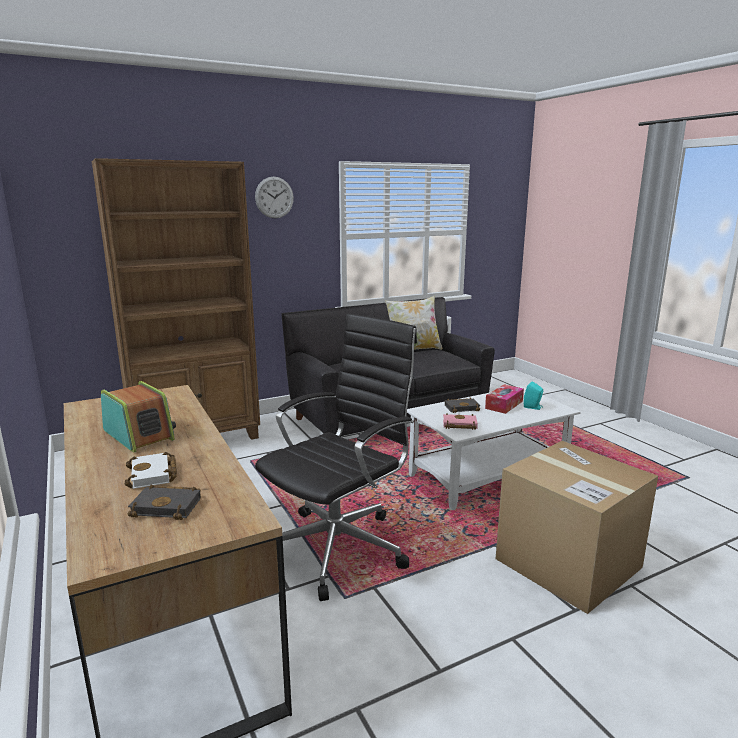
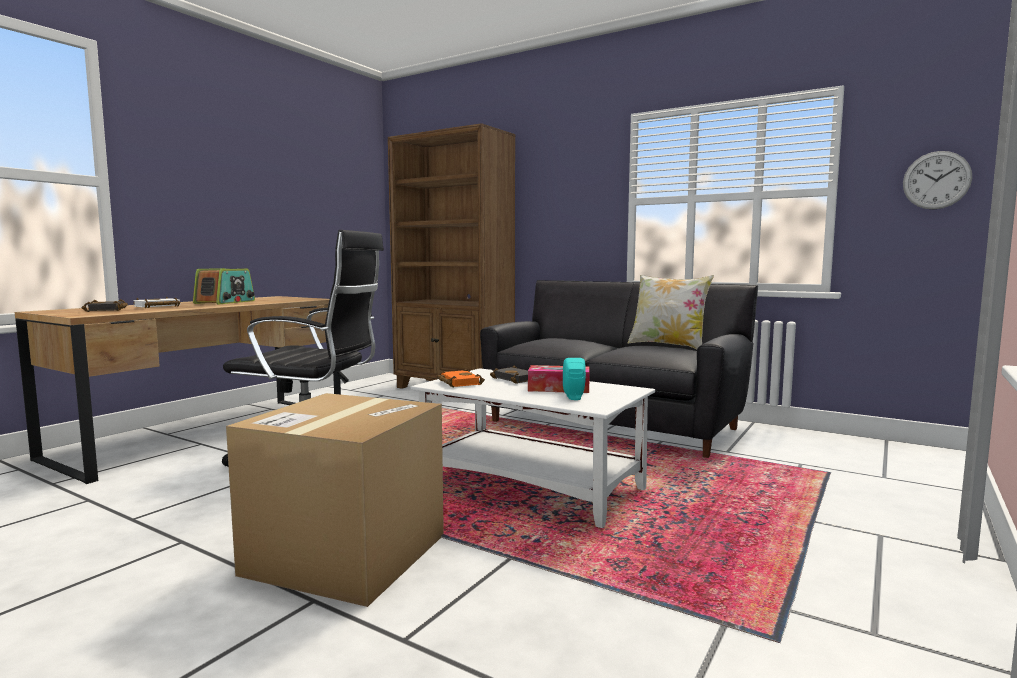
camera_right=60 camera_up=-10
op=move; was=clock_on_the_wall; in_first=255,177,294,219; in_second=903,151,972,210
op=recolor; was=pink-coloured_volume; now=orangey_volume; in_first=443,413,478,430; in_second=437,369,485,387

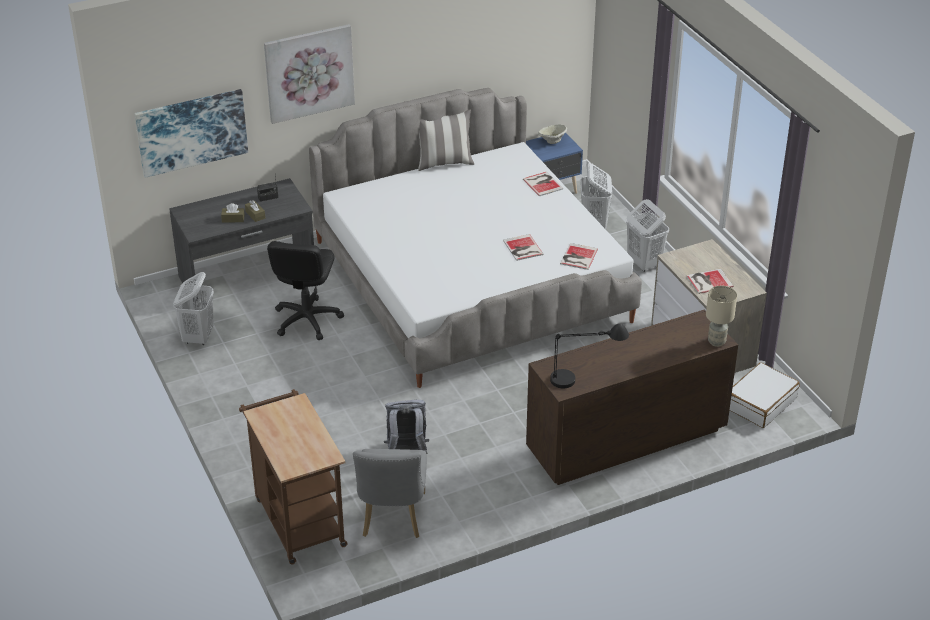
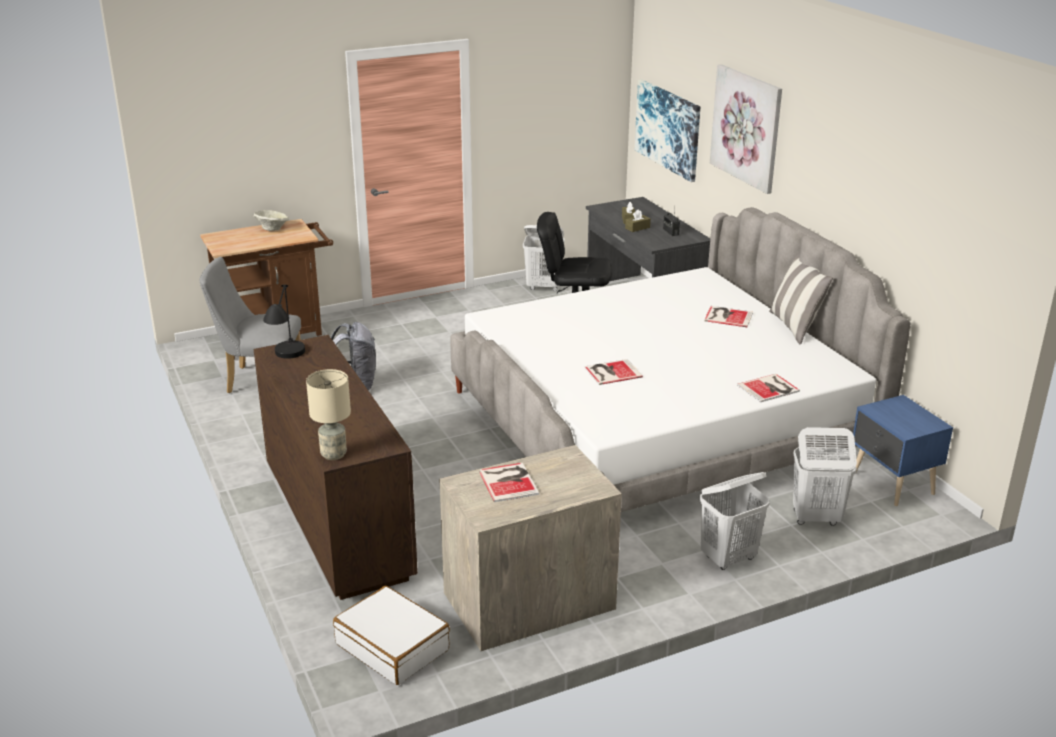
camera_right=90 camera_up=-10
op=move; was=sand-coloured_deep_dish; in_first=538,124,567,144; in_second=253,210,289,231
op=move; was=volume; in_first=560,243,598,270; in_second=704,306,753,327

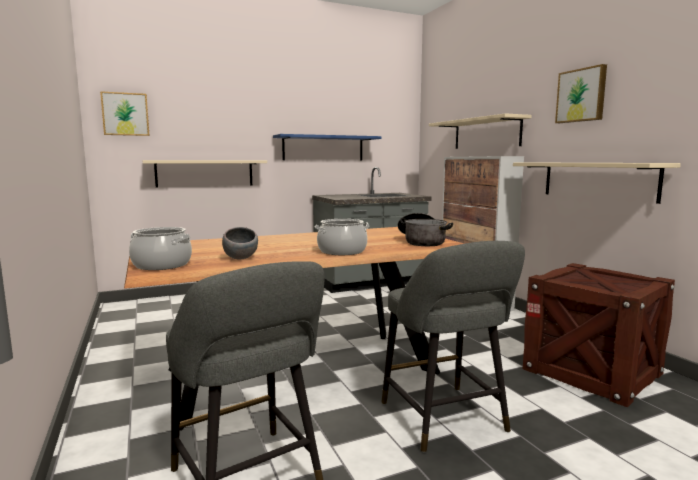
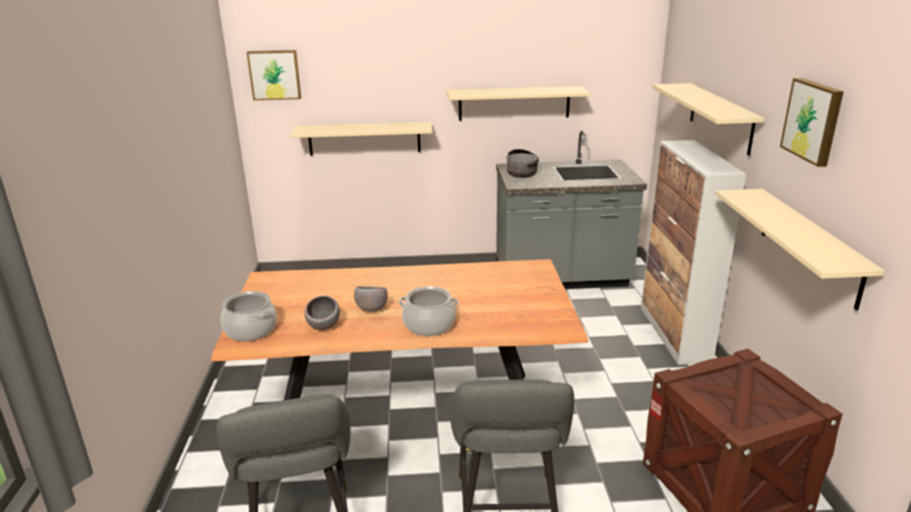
camera_right=20 camera_up=15
op=insert; now=grey_deep_dish; in_second=354,286,388,312
op=move; was=saucepot; in_first=398,213,453,246; in_second=506,149,539,178
op=recolor; was=bluish_bracket_shelf; now=sand-coloured_bracket_shelf; in_first=273,134,381,160; in_second=447,86,590,121

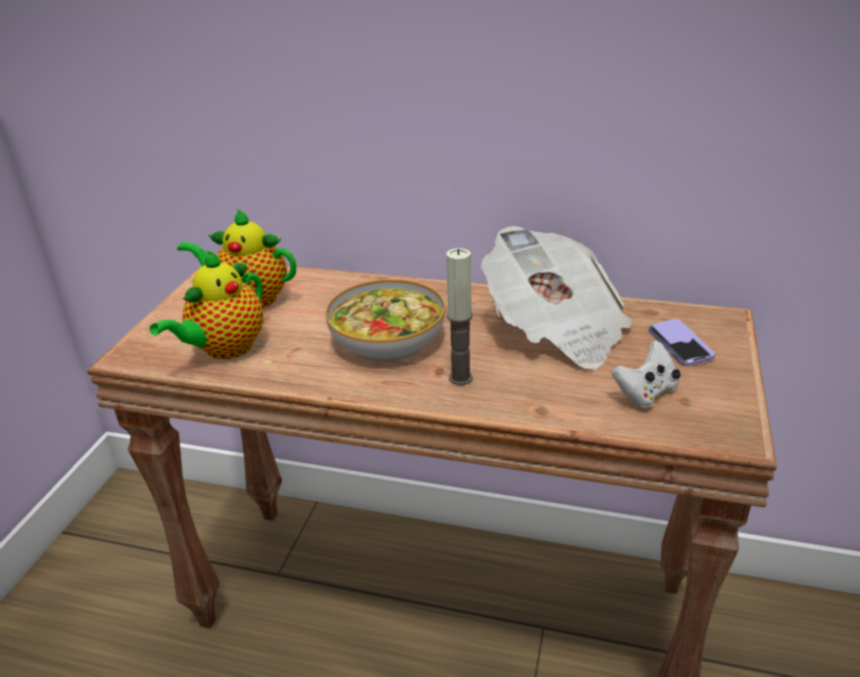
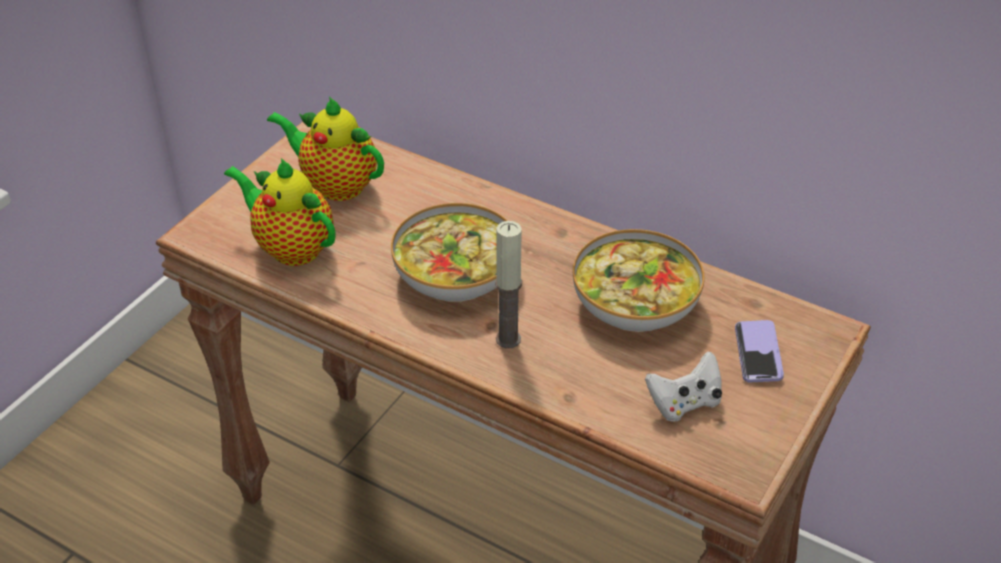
camera_right=15 camera_up=10
op=replace; was=newspaper; now=deep_dish; in_first=481,226,632,370; in_second=573,229,705,332
op=rotate; was=pot_for_tea; in_first=149,251,263,359; in_second=224,158,335,266; clockwise=75

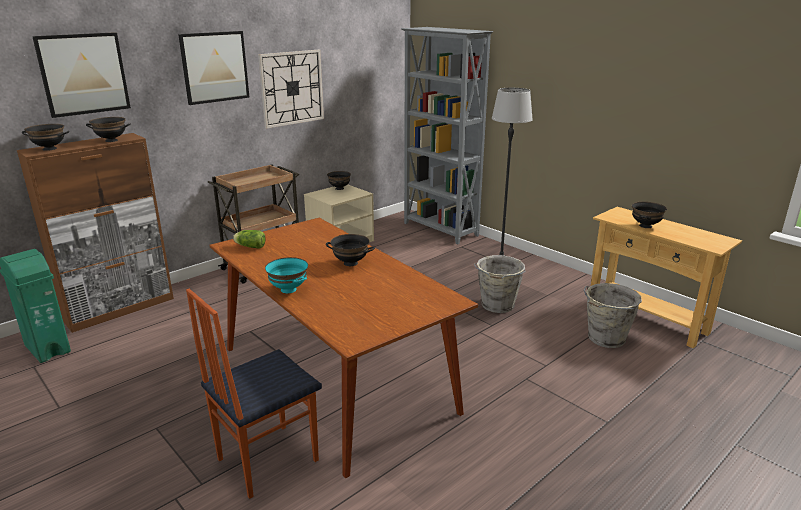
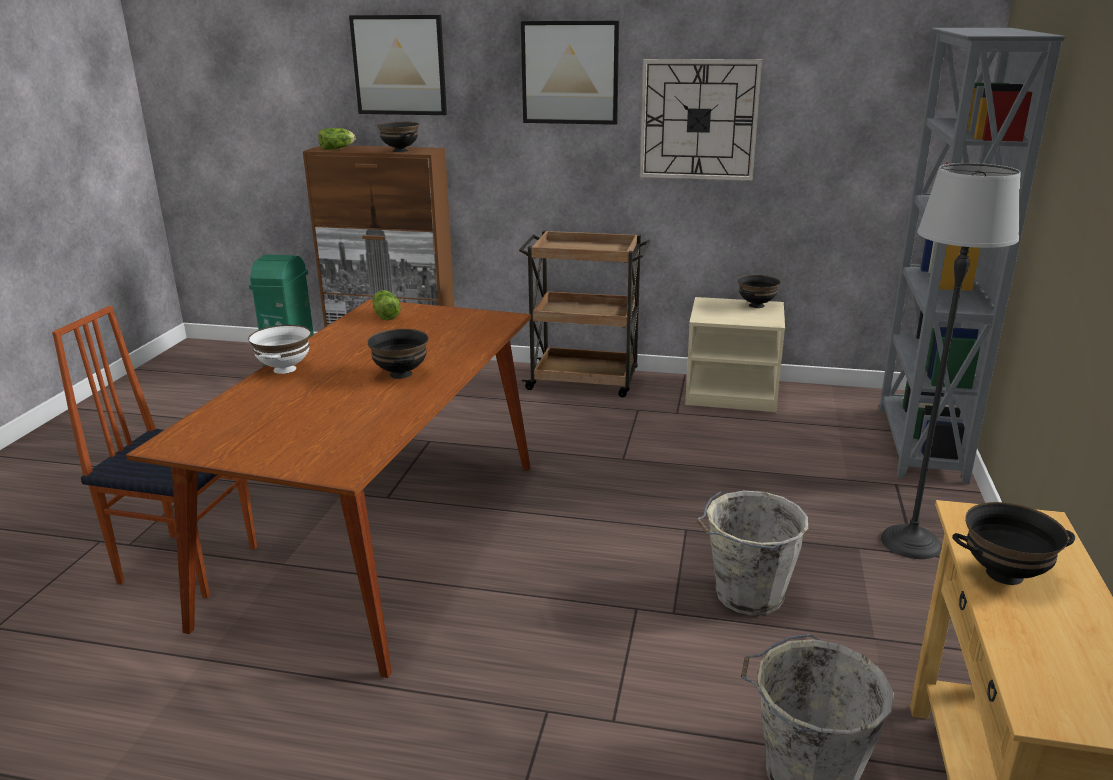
camera_right=55 camera_up=0
op=replace; was=black-coloured_deep_dish; now=lettuce_head; in_first=22,124,69,151; in_second=318,128,355,150
op=recolor; was=blue-green_deep_dish; now=white_deep_dish; in_first=265,257,308,293; in_second=248,325,311,374

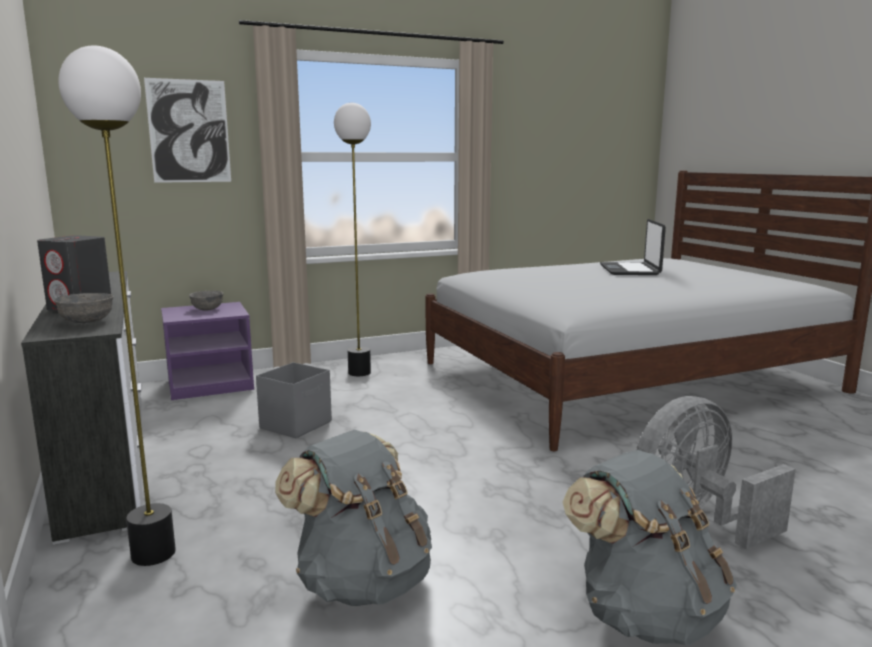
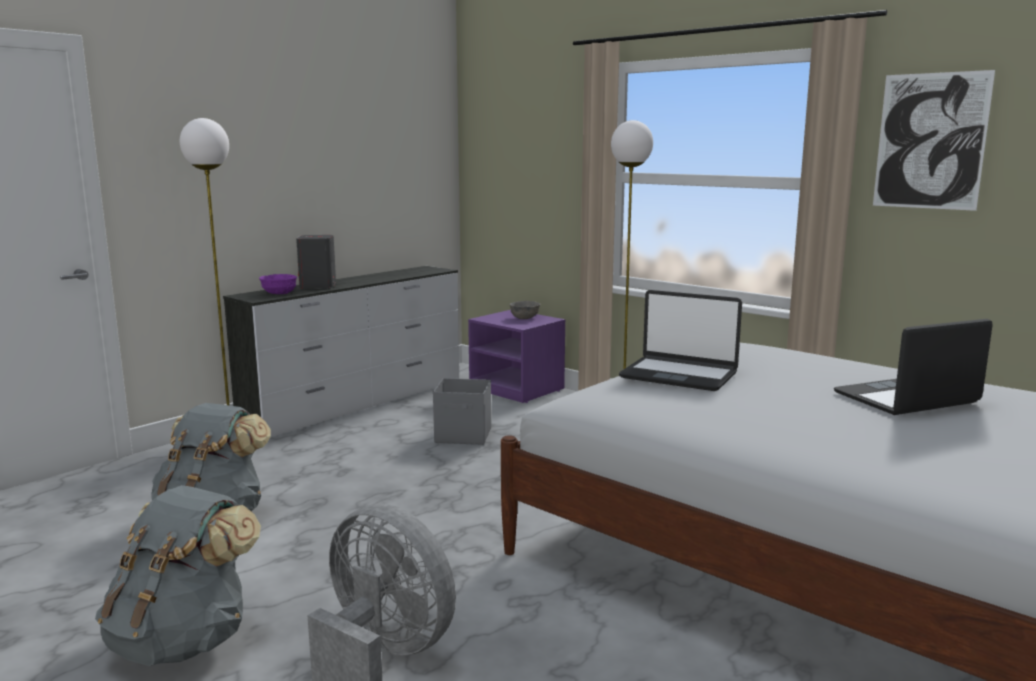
camera_right=65 camera_up=0
op=insert; now=notebook_computer; in_second=619,290,742,391
op=move; was=wall_picture; in_first=144,78,231,183; in_second=873,70,995,211
op=recolor; was=grey_deep_dish; now=purple_deep_dish; in_first=54,293,113,323; in_second=259,274,297,294

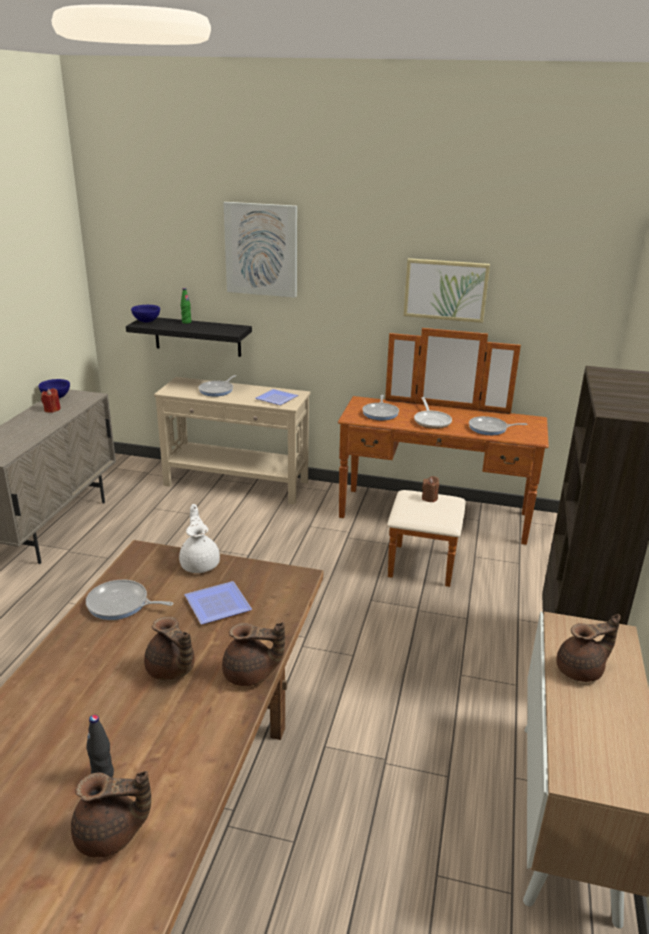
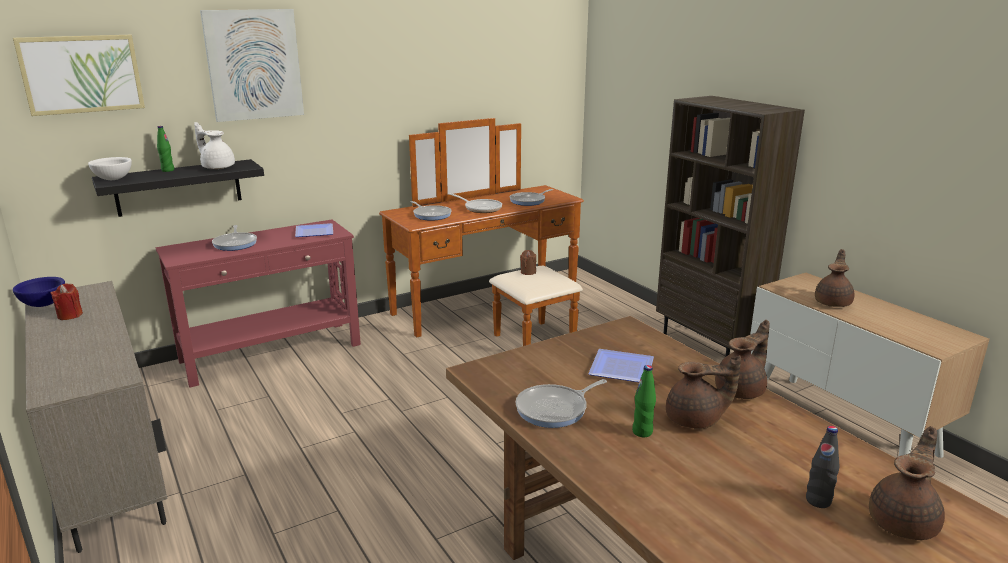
camera_right=-45 camera_up=-5
op=insert; now=green-coloured_beverage_bottle; in_second=632,365,656,437
op=move; was=white_pot_for_tea; in_first=179,504,220,573; in_second=194,122,235,169
op=move; was=wall_picture; in_first=404,258,490,323; in_second=13,35,145,116
op=recolor; was=bluish_deep_dish; now=white_deep_dish; in_first=131,305,160,323; in_second=88,157,132,180
op=recolor; was=sand-coloured_narrow_table; now=red_narrow_table; in_first=154,377,311,505; in_second=156,219,361,388

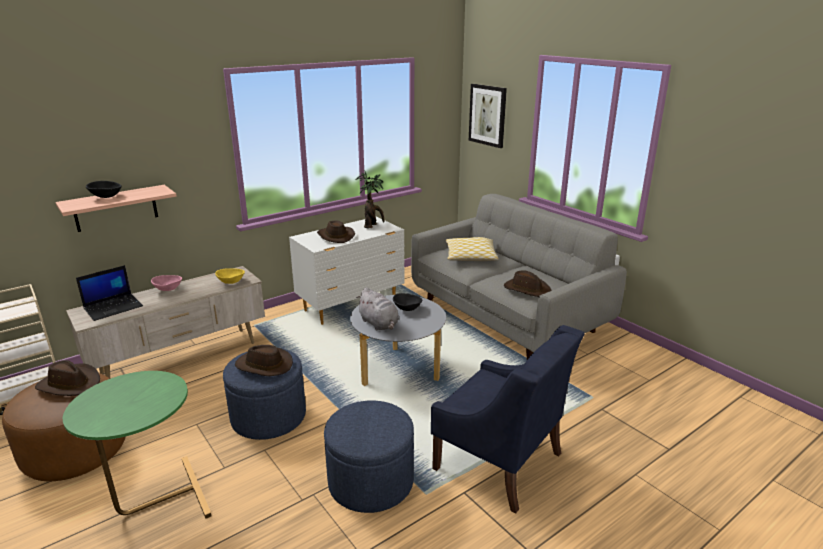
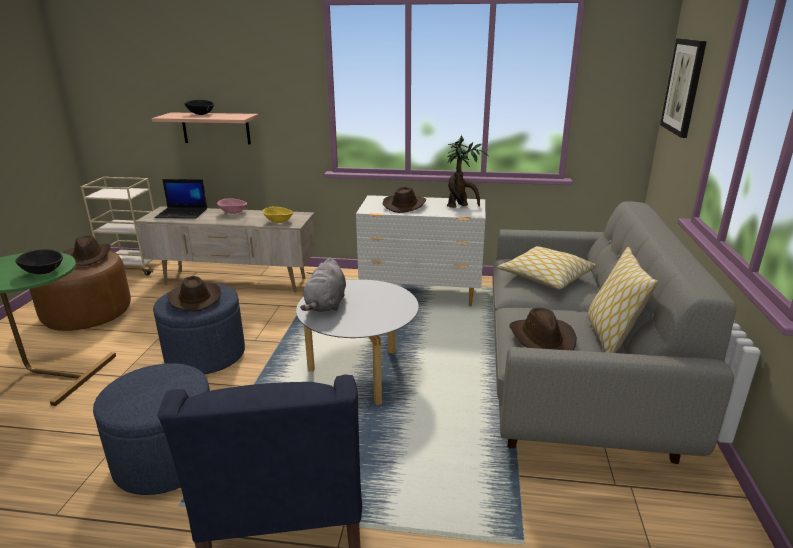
camera_right=45 camera_up=0
op=insert; now=cushion; in_second=587,247,658,353
op=move; was=black-coloured_deep_dish; in_first=393,293,422,311; in_second=15,249,63,274

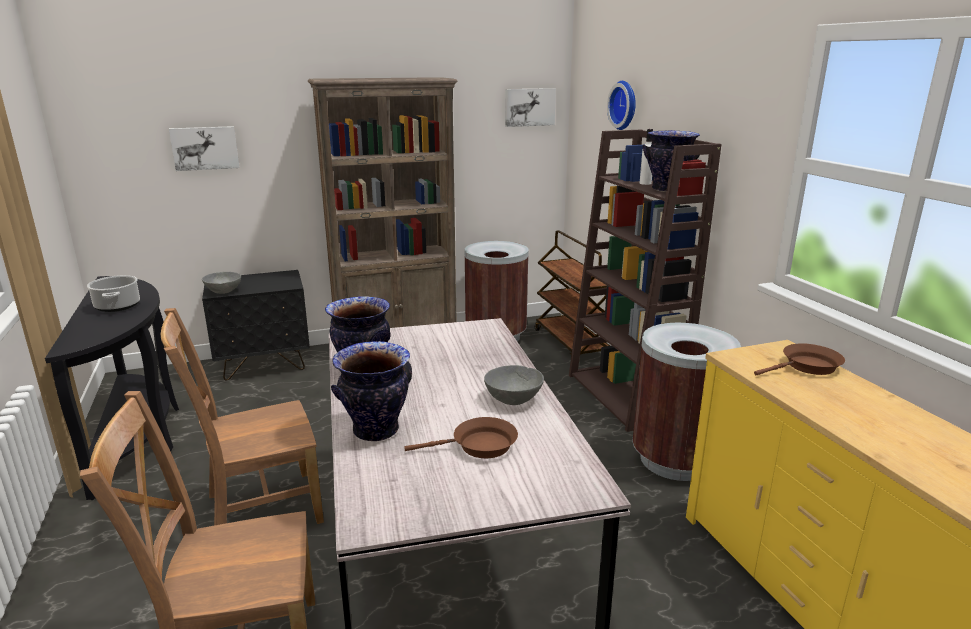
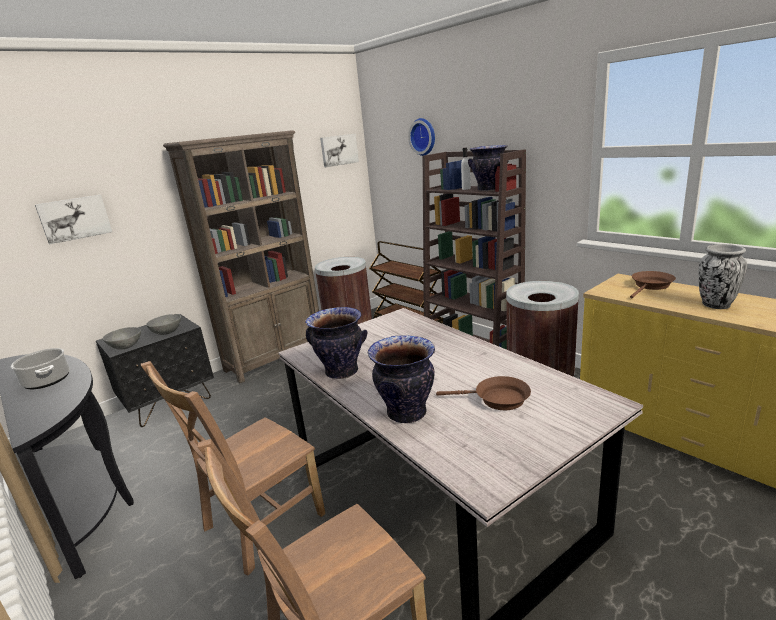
camera_right=-20 camera_up=0
op=insert; now=decorative_vase; in_second=699,244,747,309
op=move; was=grey_deep_dish; in_first=484,365,544,405; in_second=146,314,181,335
op=rotate; was=brownish_skillet; in_first=405,417,518,458; in_second=436,376,531,410; clockwise=45

